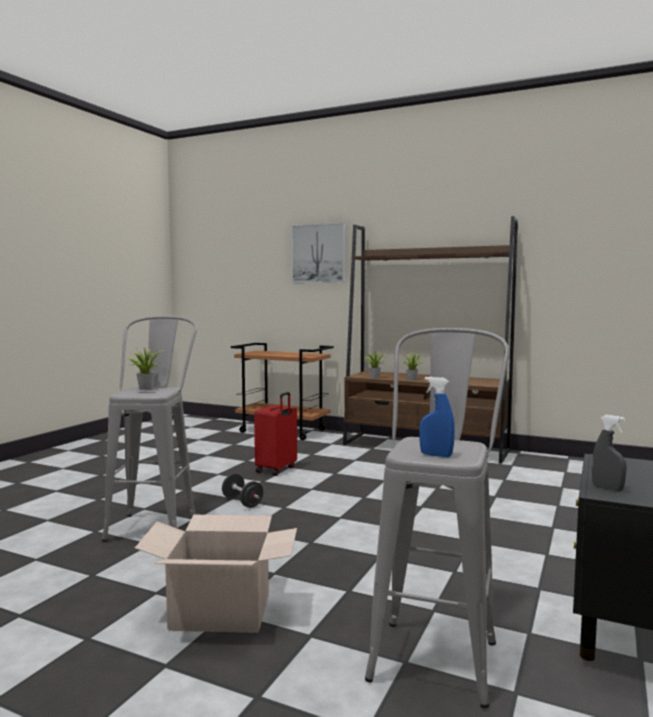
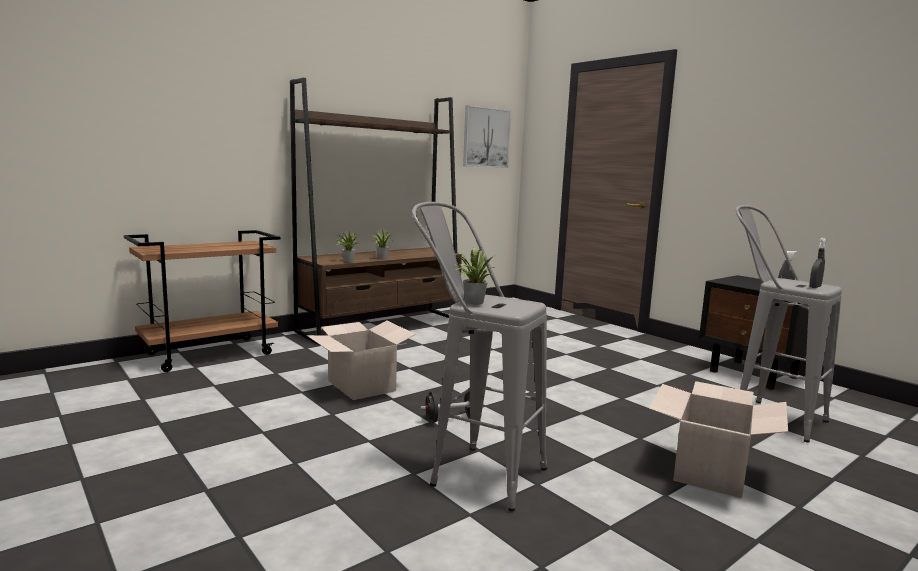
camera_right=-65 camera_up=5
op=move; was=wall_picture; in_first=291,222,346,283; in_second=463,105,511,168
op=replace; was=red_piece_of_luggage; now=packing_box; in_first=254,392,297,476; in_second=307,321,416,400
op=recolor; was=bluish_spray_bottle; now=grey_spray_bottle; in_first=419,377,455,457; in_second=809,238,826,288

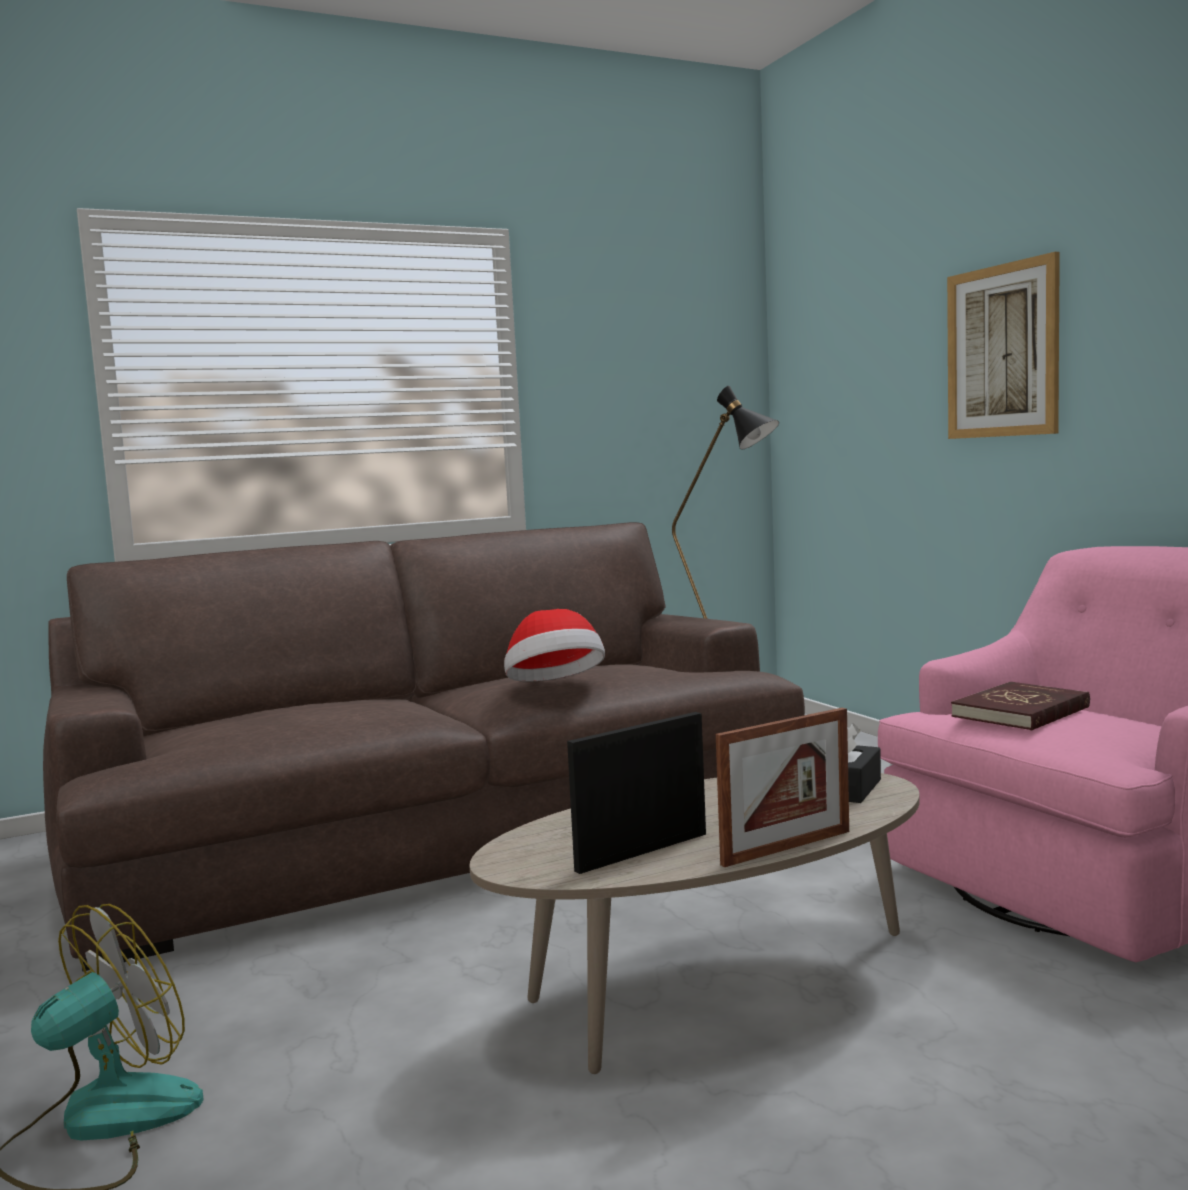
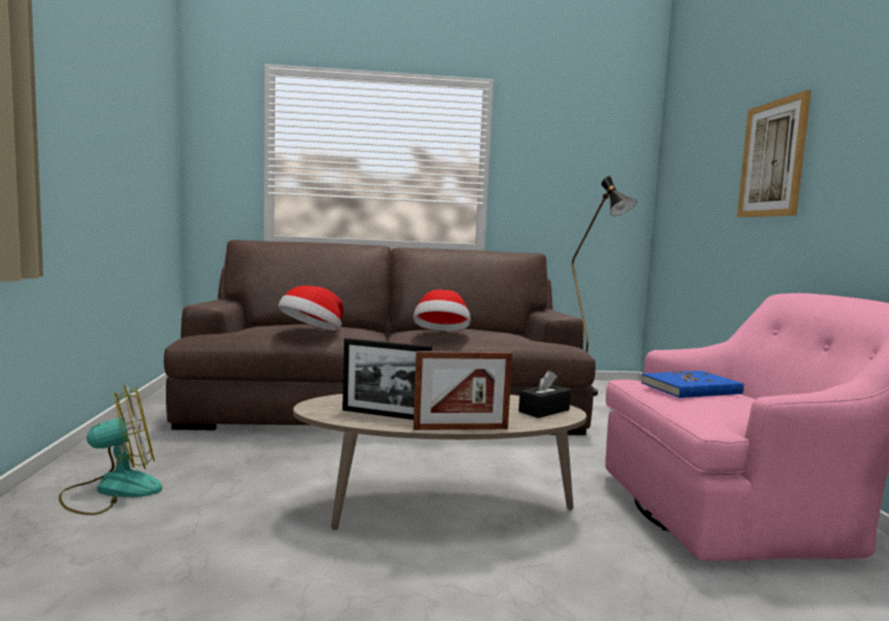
camera_right=20 camera_up=0
op=insert; now=wearable_hat; in_second=278,285,344,331
op=recolor; was=red_volume; now=bluish_volume; in_first=951,682,1090,731; in_second=641,371,744,398
op=rotate; was=photo_frame; in_first=567,712,706,874; in_second=342,338,432,420; clockwise=-150

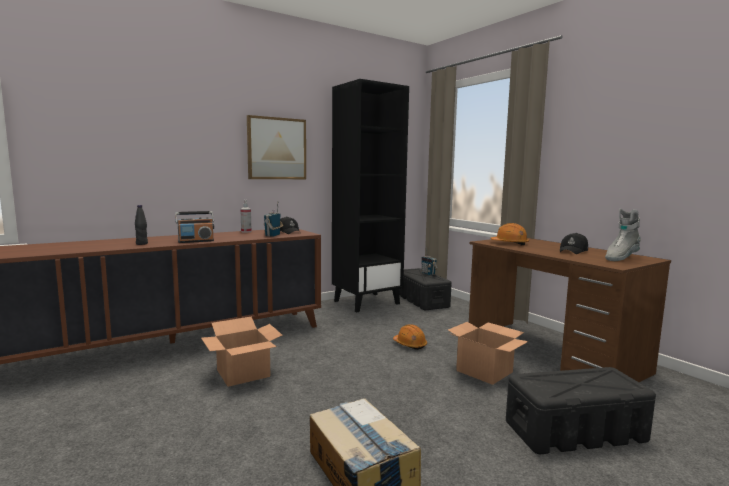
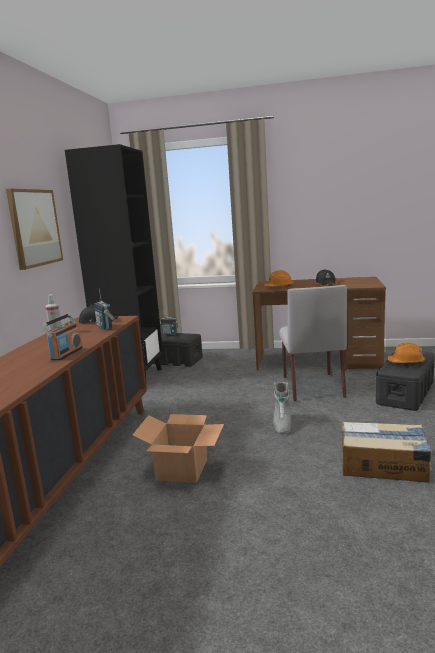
camera_right=-45 camera_up=5
op=delete; was=black-coloured_beverage_bottle; in_first=135,205,148,245
op=move; was=orangey_hard_hat; in_first=393,324,427,350; in_second=387,343,425,363
op=move; was=grey_high-top_boot; in_first=605,208,641,261; in_second=273,382,291,435
op=replace; was=packing_box; now=grey_plain_chair; in_first=448,322,529,385; in_second=279,285,347,402

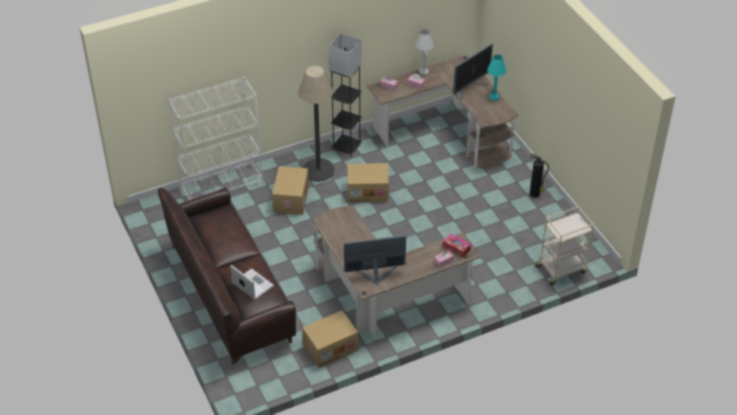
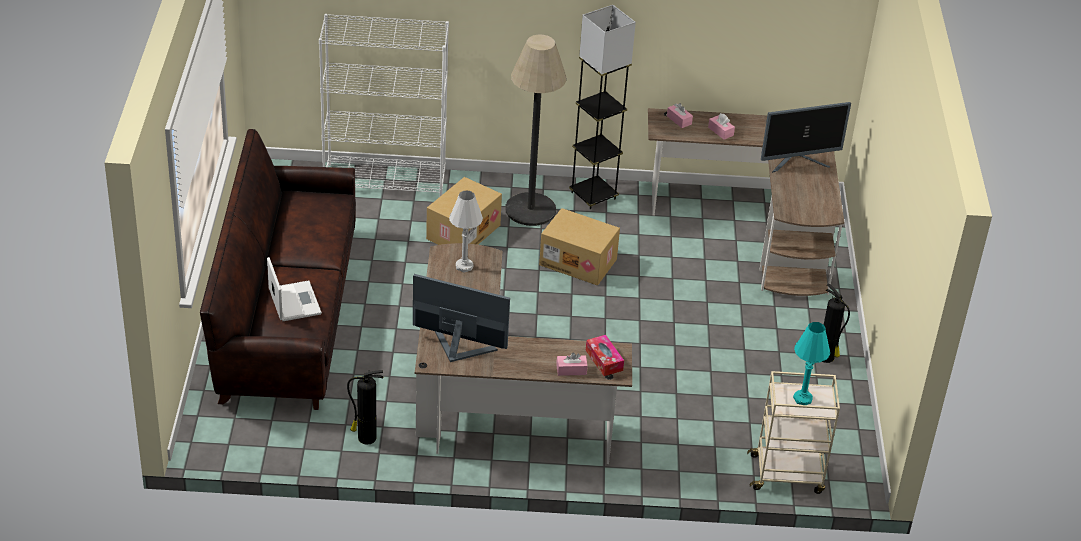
camera_right=25 camera_up=-5
op=move; was=white_tabletop_lamp; in_first=416,30,434,75; in_second=449,190,483,273
op=move; was=blue-green_tabletop_lamp; in_first=487,54,506,101; in_second=793,322,830,405
op=replace; was=packing_box; now=extinguisher; in_first=302,311,358,368; in_second=347,370,383,445

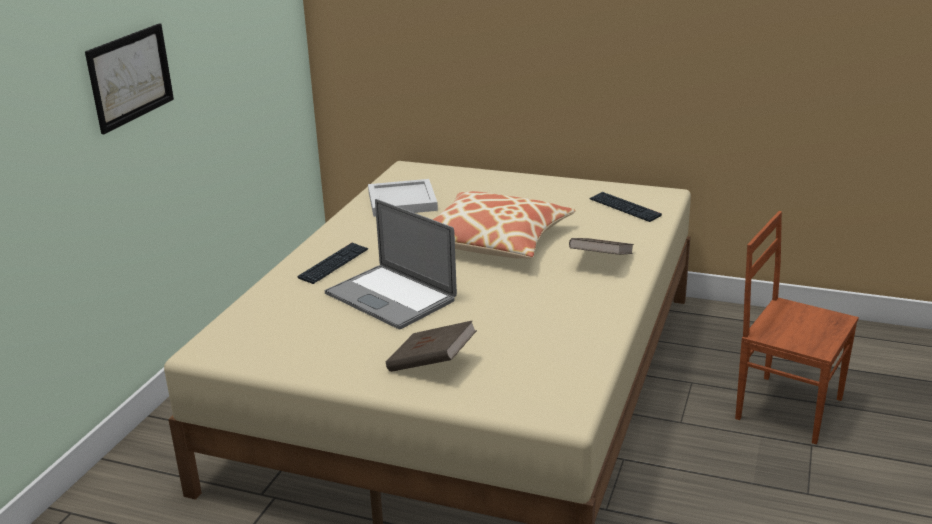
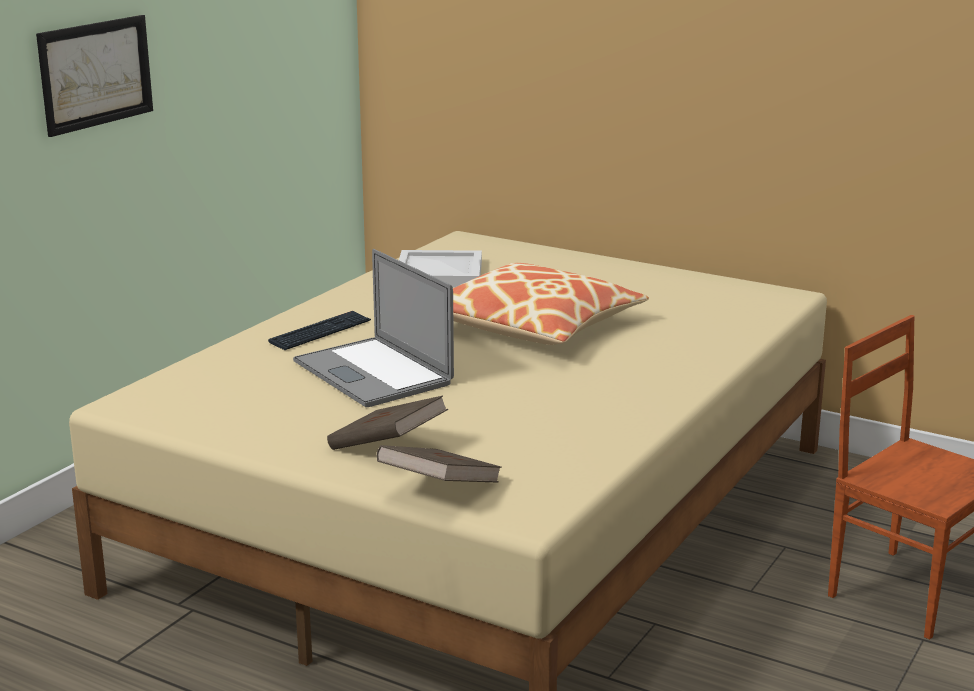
camera_right=10 camera_up=-5
op=delete; was=computer_keyboard; in_first=589,192,662,222
op=move; was=brownish_volume; in_first=569,238,634,255; in_second=376,445,502,483

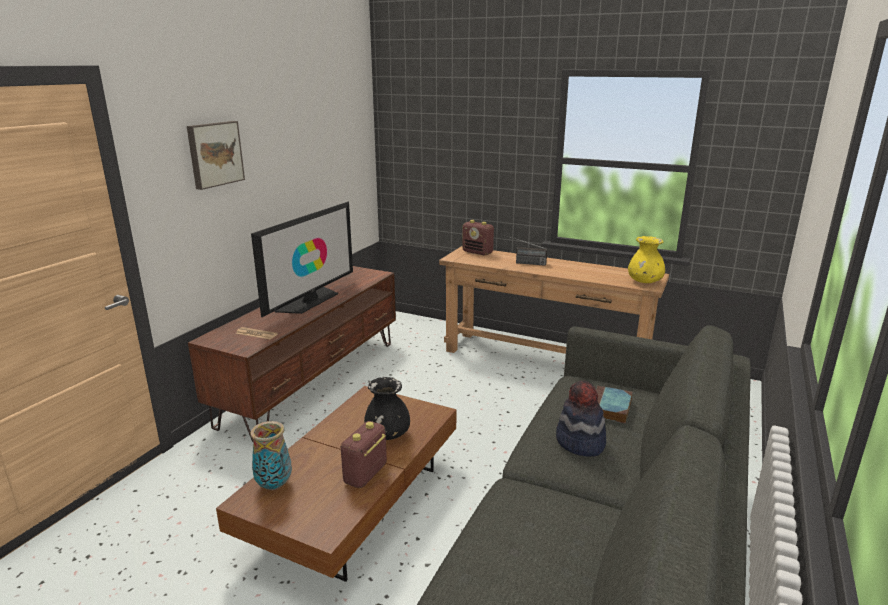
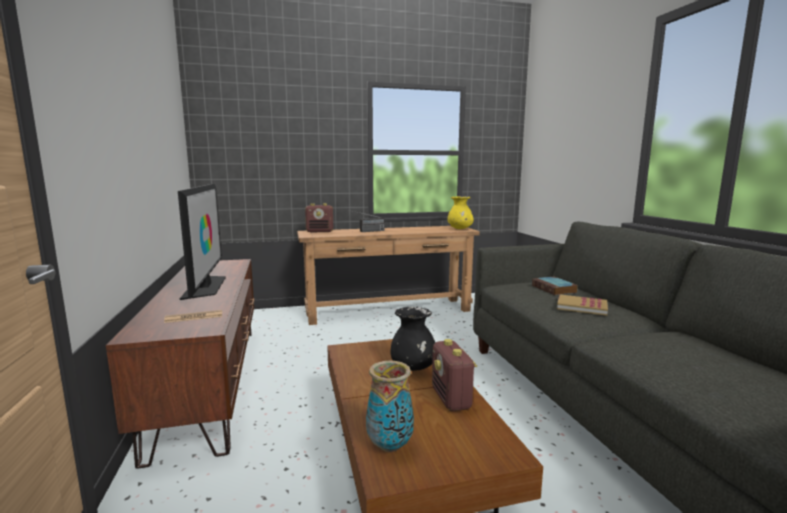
camera_right=-40 camera_up=-10
op=delete; was=wall_picture; in_first=187,121,245,190
op=replace; was=wearable_hat; now=volume; in_first=556,380,606,456; in_second=557,295,608,316

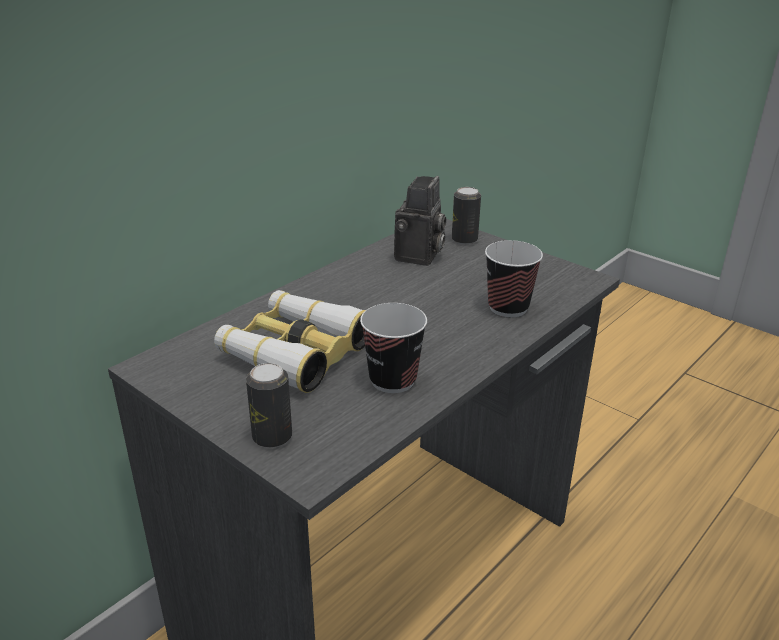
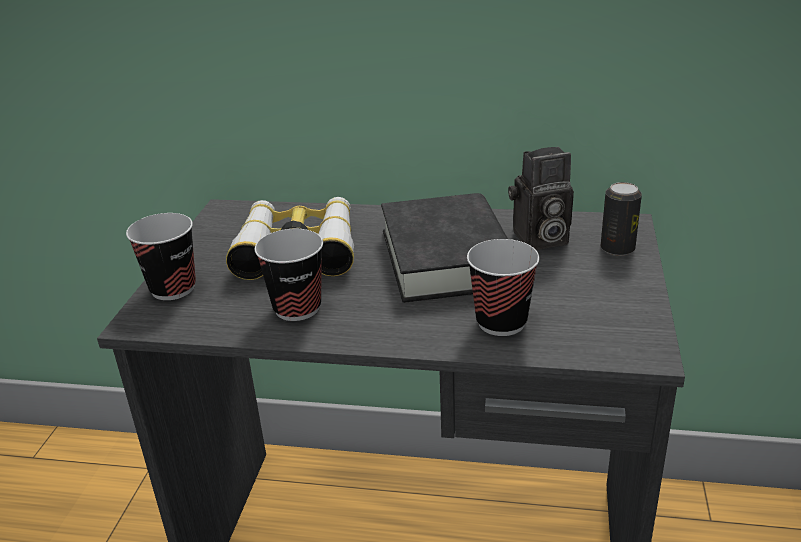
camera_right=60 camera_up=0
op=insert; now=black-coloured_volume; in_second=381,193,508,303
op=replace; was=can; now=drinking_cup; in_first=246,363,292,448; in_second=126,213,196,300

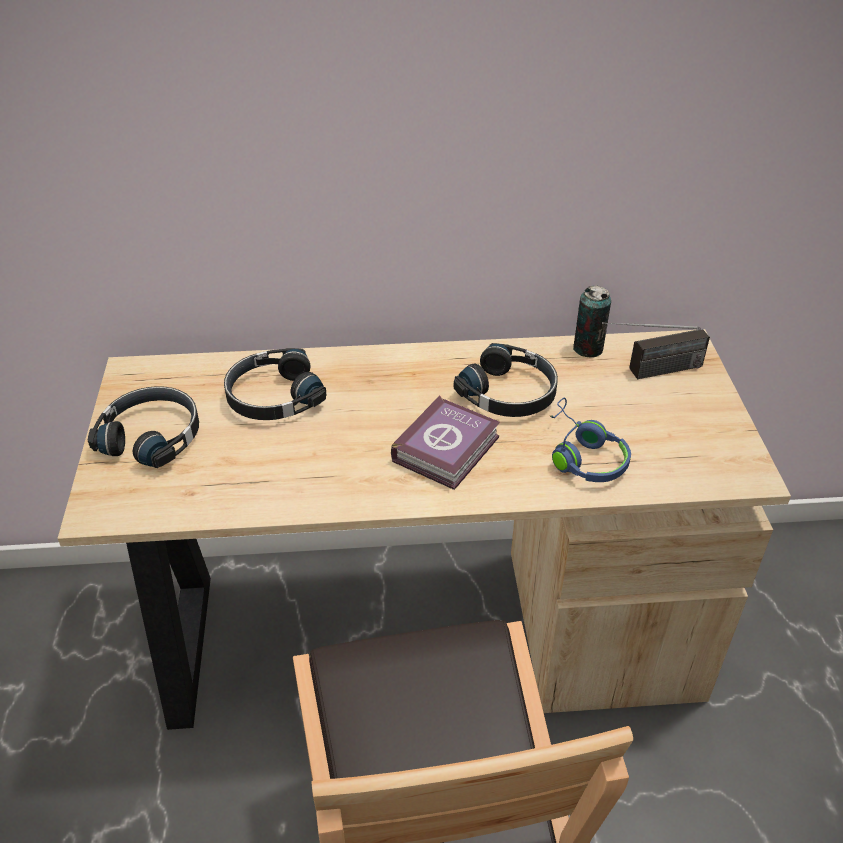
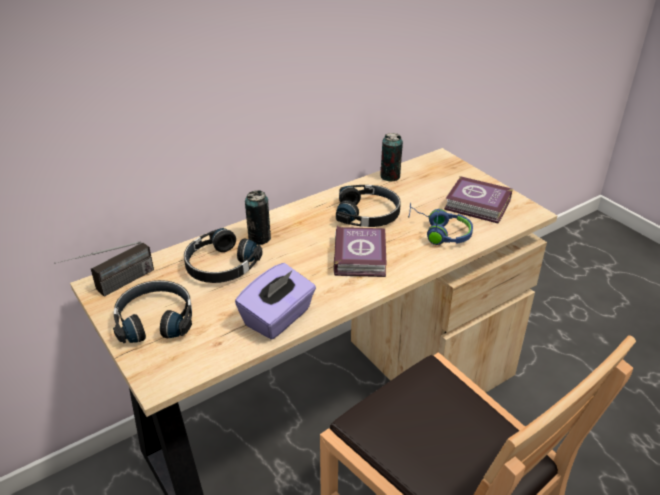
camera_right=-30 camera_up=-5
op=insert; now=purple_box_of_tissues; in_second=235,263,316,340
op=insert; now=can; in_second=245,191,271,245
op=insert; now=volume; in_second=444,176,513,224
op=move; was=radio_receiver; in_first=602,322,710,379; in_second=54,241,154,297

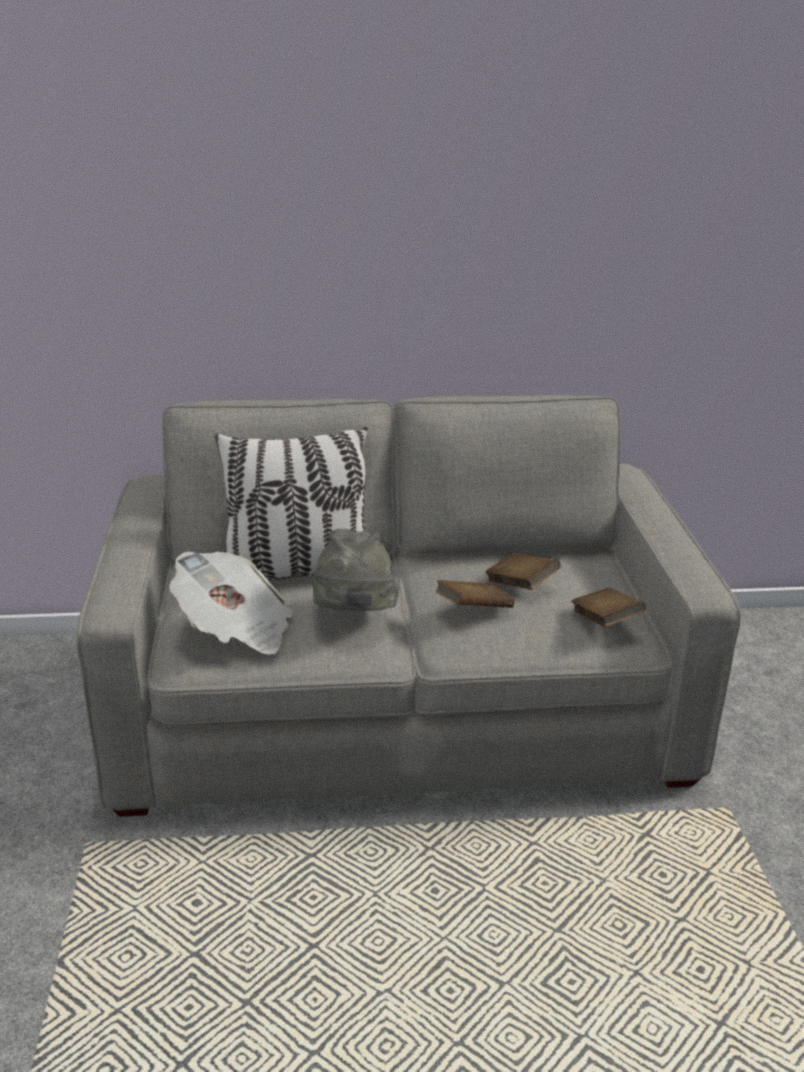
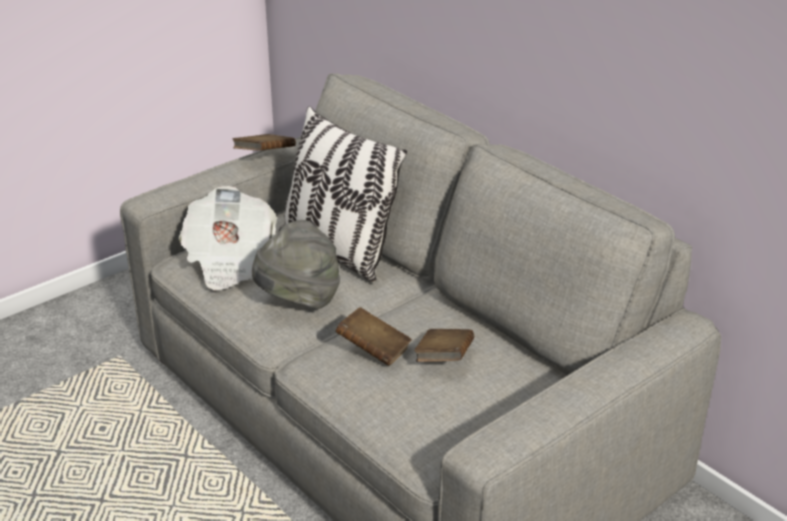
camera_right=55 camera_up=5
op=move; was=brownish_volume; in_first=572,587,646,627; in_second=233,134,296,151

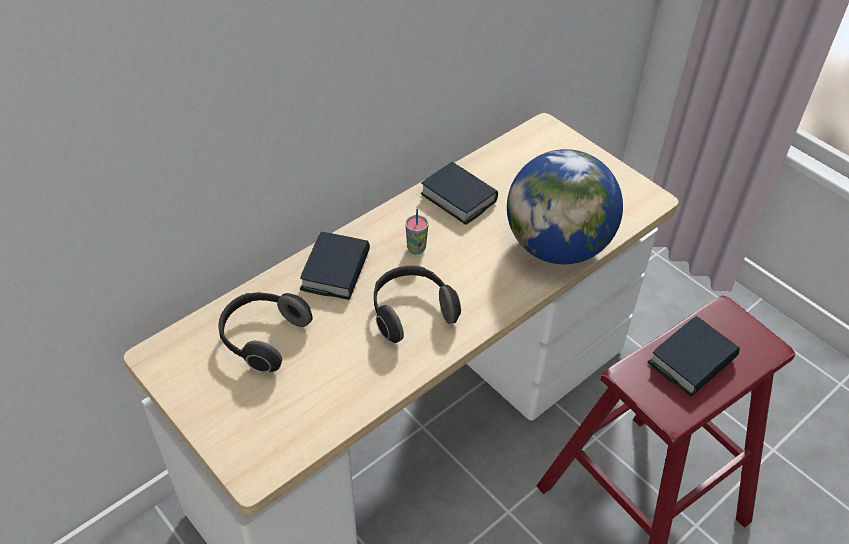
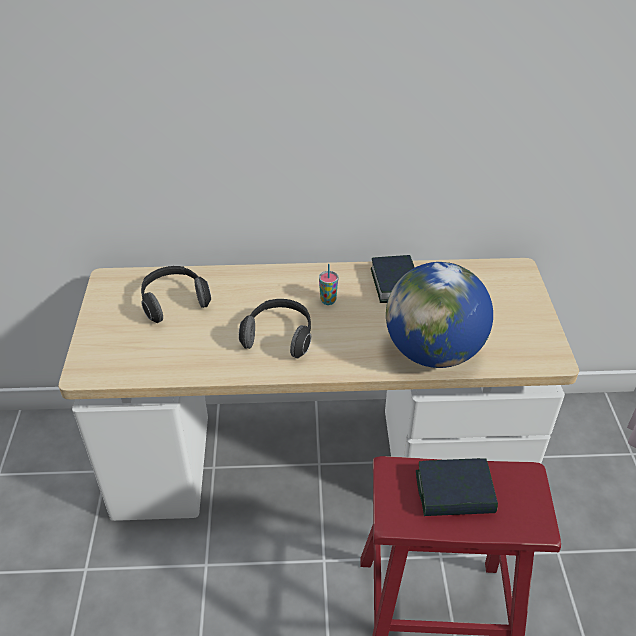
camera_right=40 camera_up=-5
op=delete; was=volume; in_first=300,232,370,300

